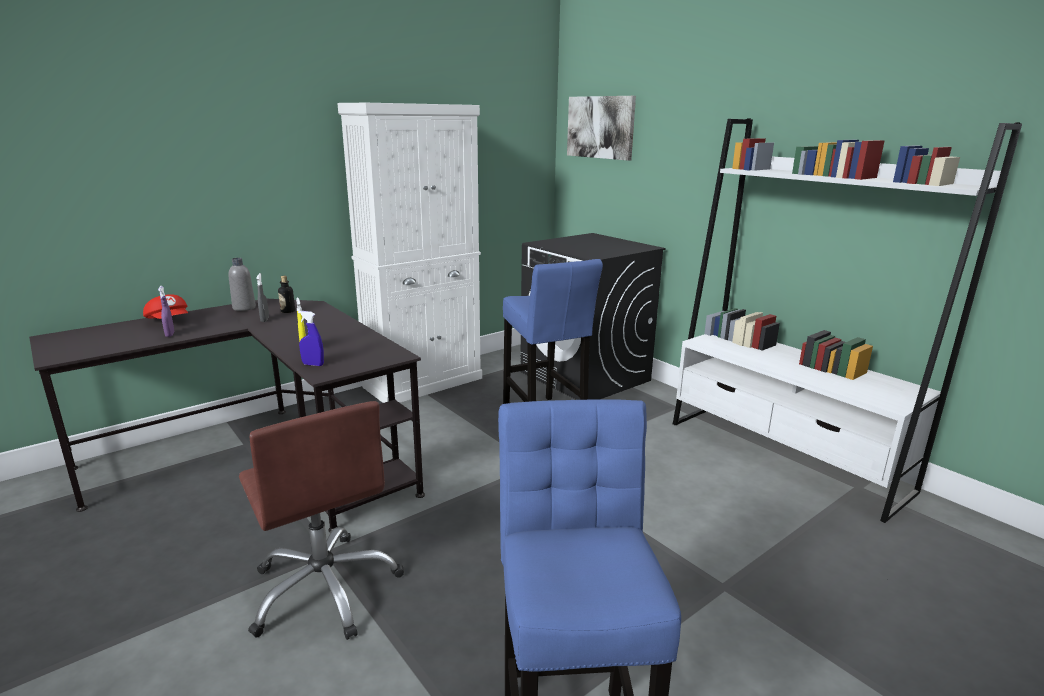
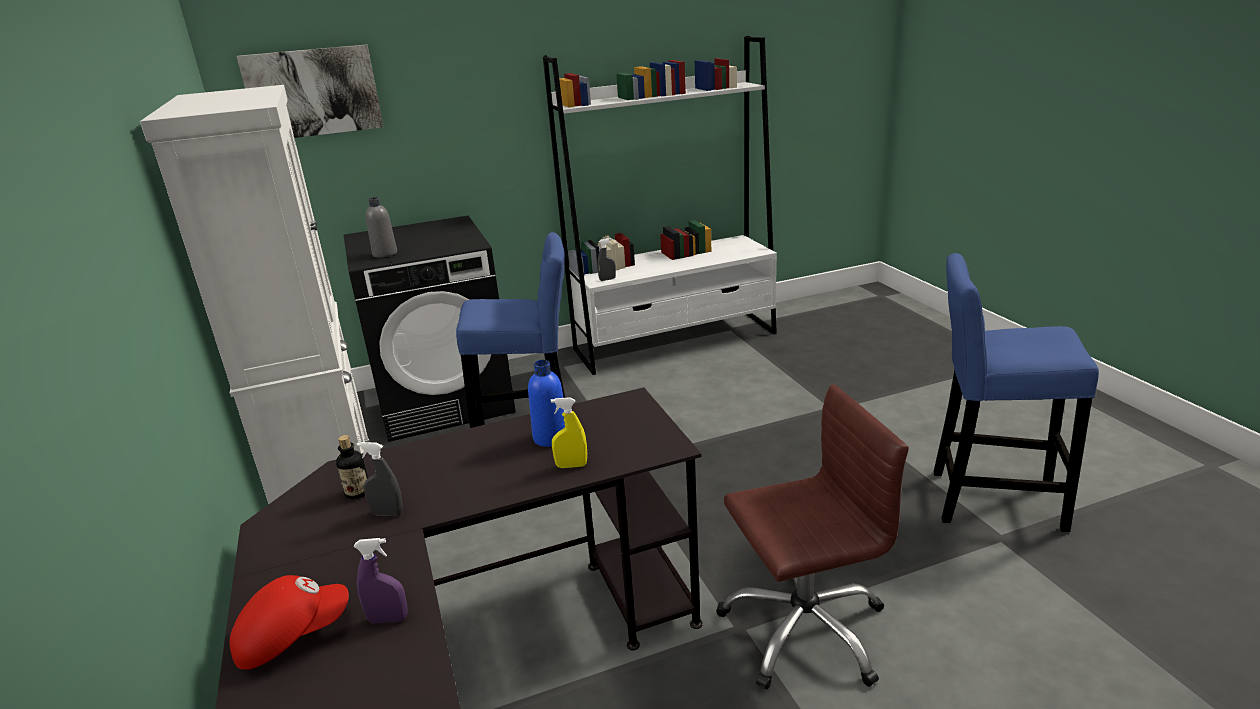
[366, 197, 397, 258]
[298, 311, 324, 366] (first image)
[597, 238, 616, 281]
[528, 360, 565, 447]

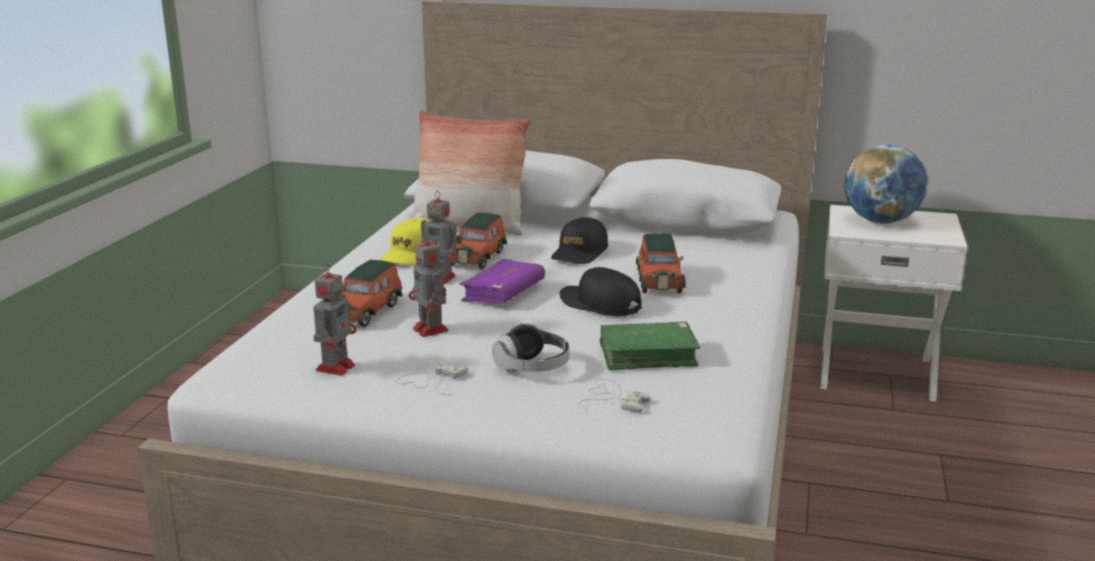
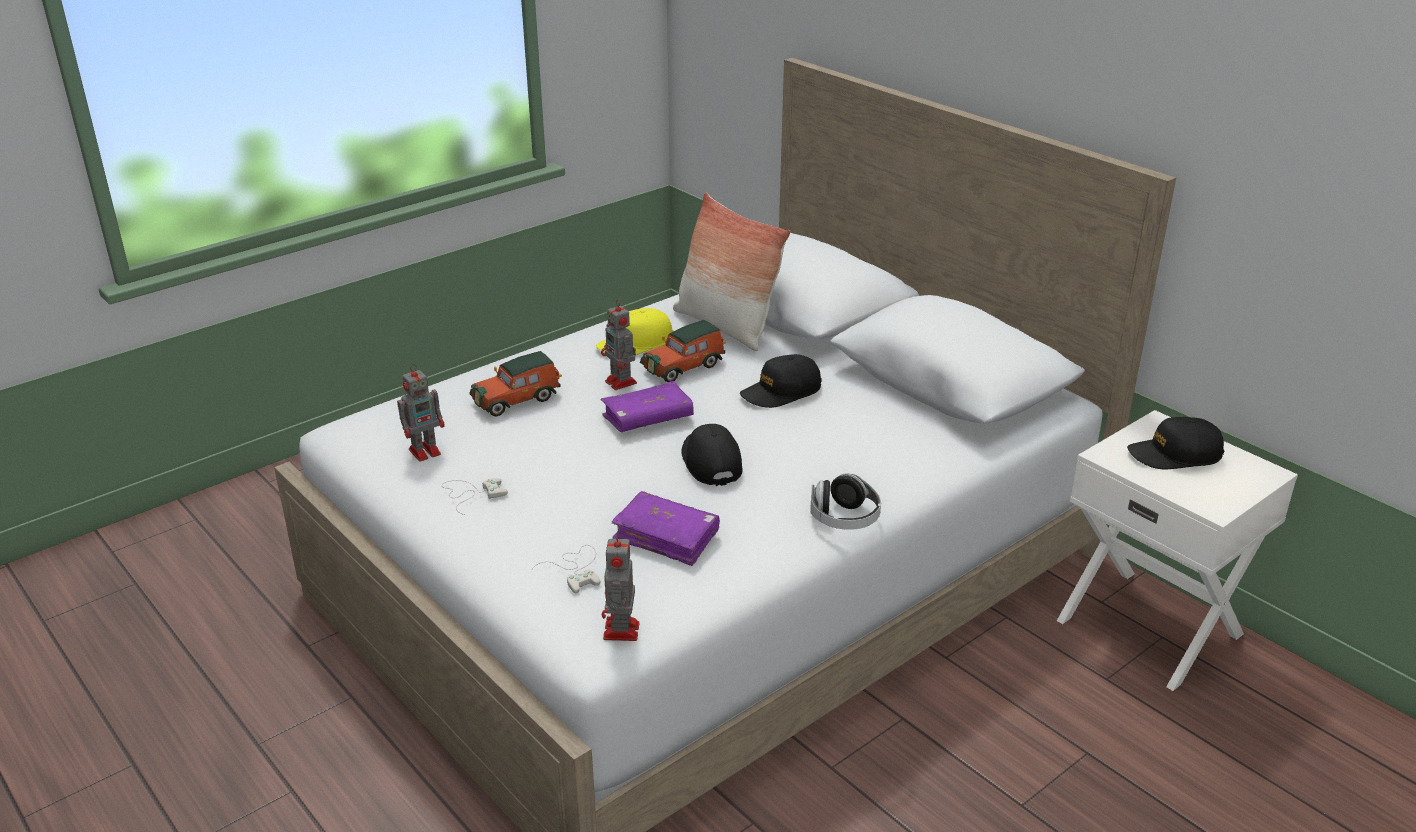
[1127, 417, 1225, 469]
[602, 532, 640, 641]
[636, 233, 686, 293] (first image)
[612, 491, 720, 566]
[810, 473, 881, 530]

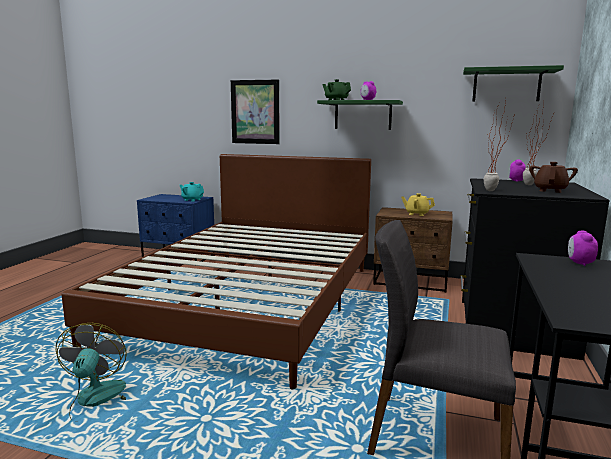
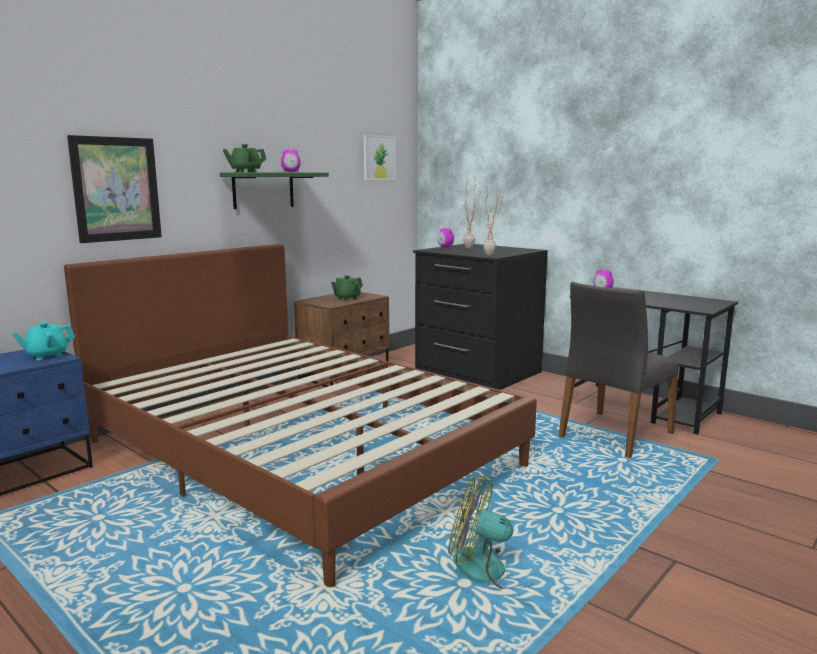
[364, 135, 396, 180]
[529, 162, 578, 193] (first image)
[331, 275, 363, 301]

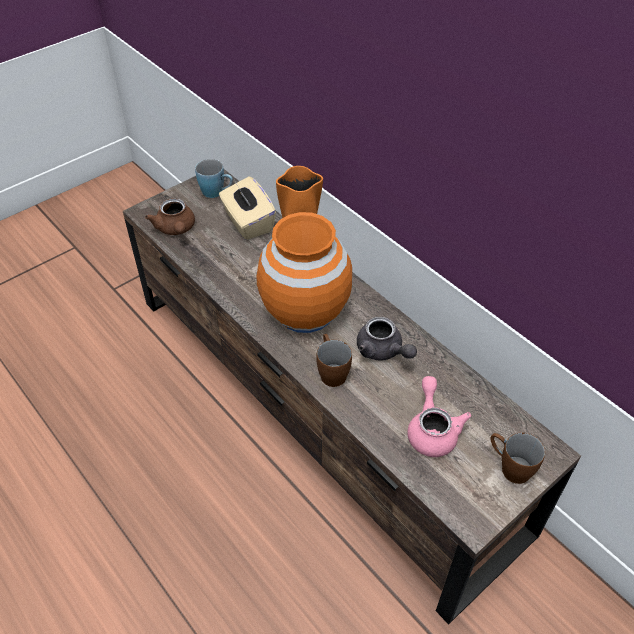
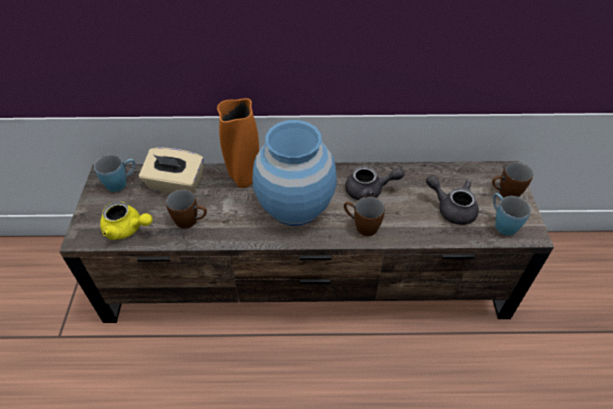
[100, 201, 153, 240]
[253, 120, 337, 226]
[426, 175, 479, 225]
[166, 189, 207, 229]
[493, 193, 531, 236]

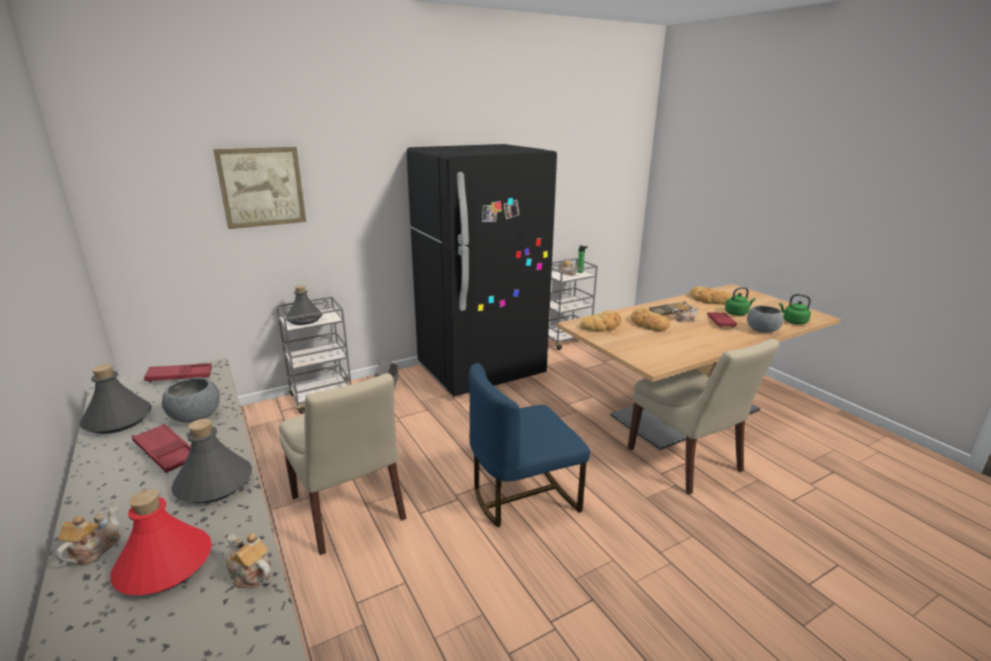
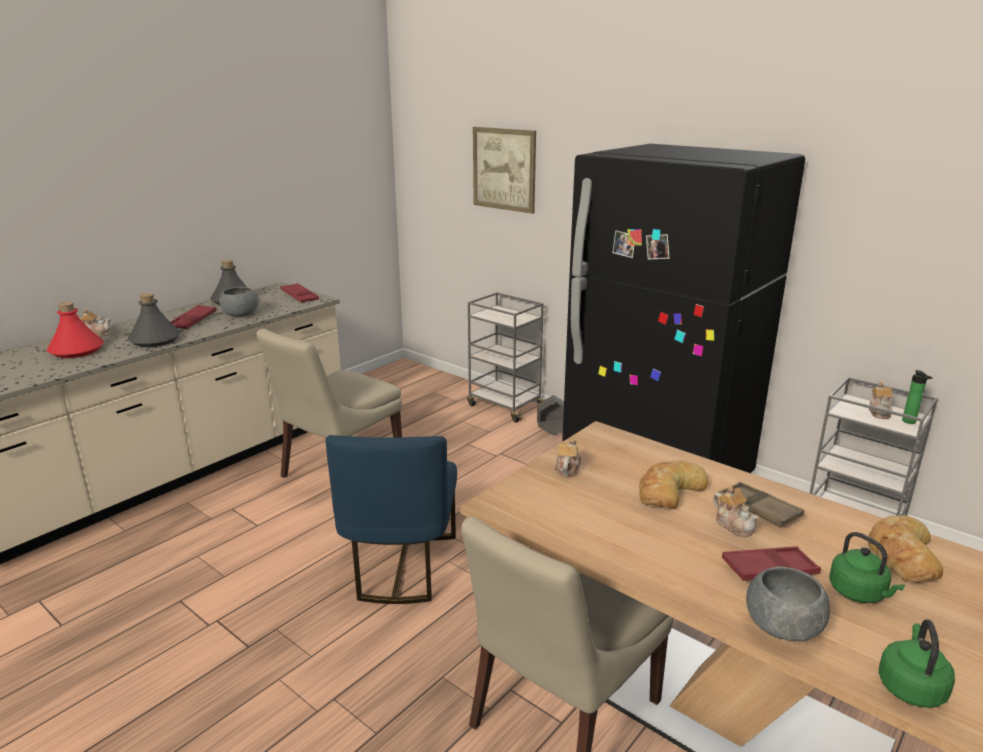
[286, 285, 323, 325] (first image)
[580, 310, 621, 332] (first image)
[325, 435, 457, 604]
[555, 438, 581, 477]

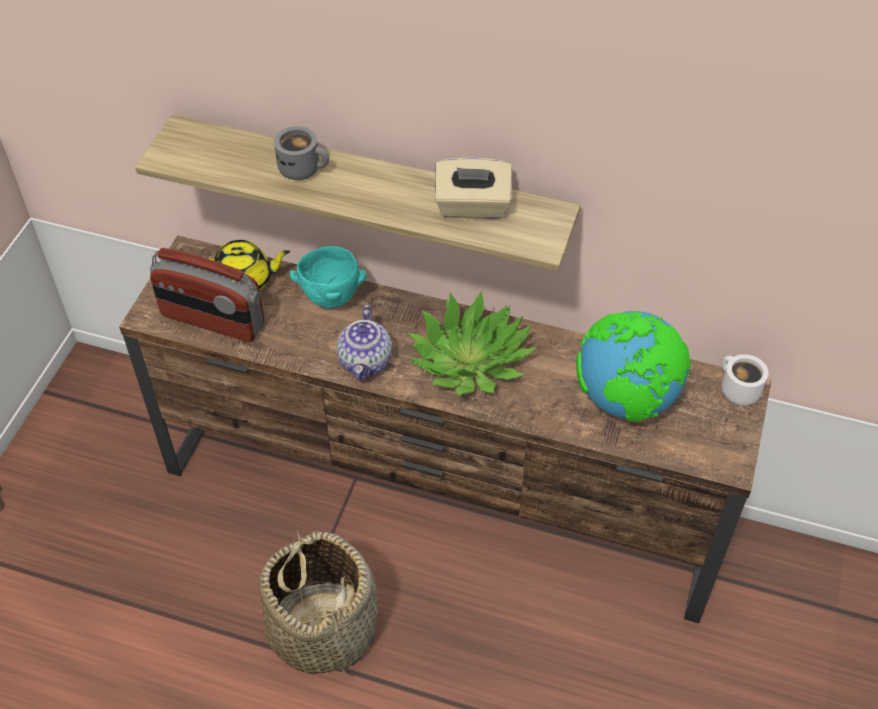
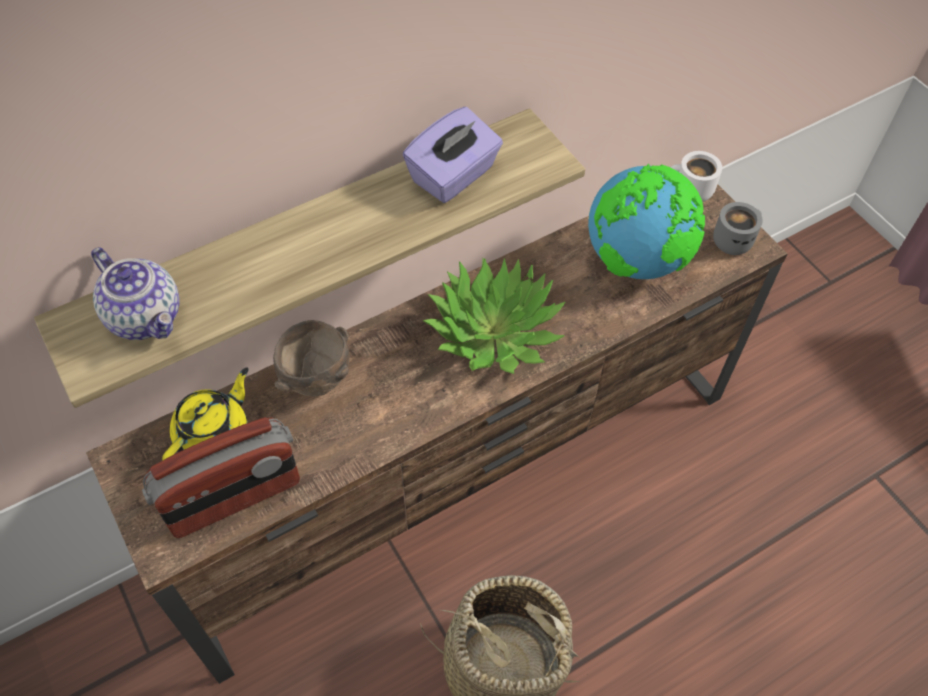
[713, 202, 763, 255]
[403, 107, 503, 203]
[273, 320, 349, 396]
[91, 247, 179, 340]

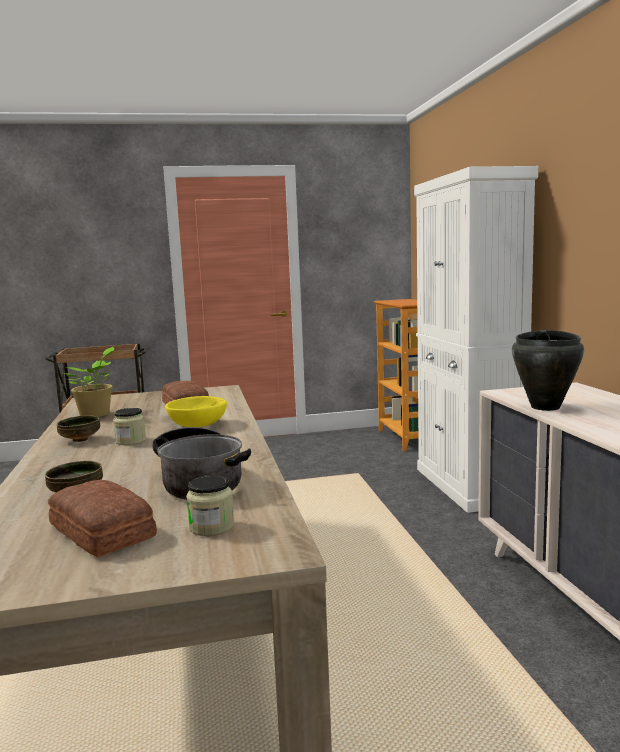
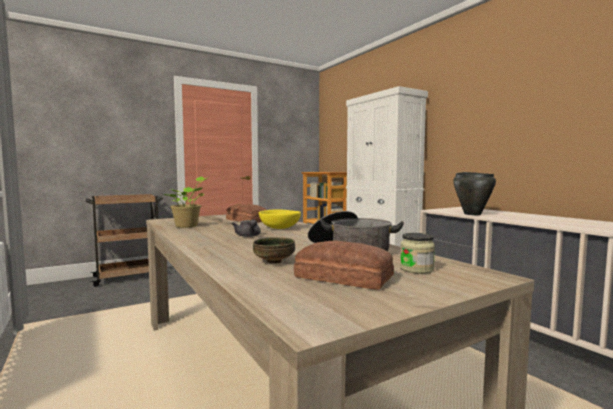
[232, 219, 261, 237]
[57, 415, 100, 442] (first image)

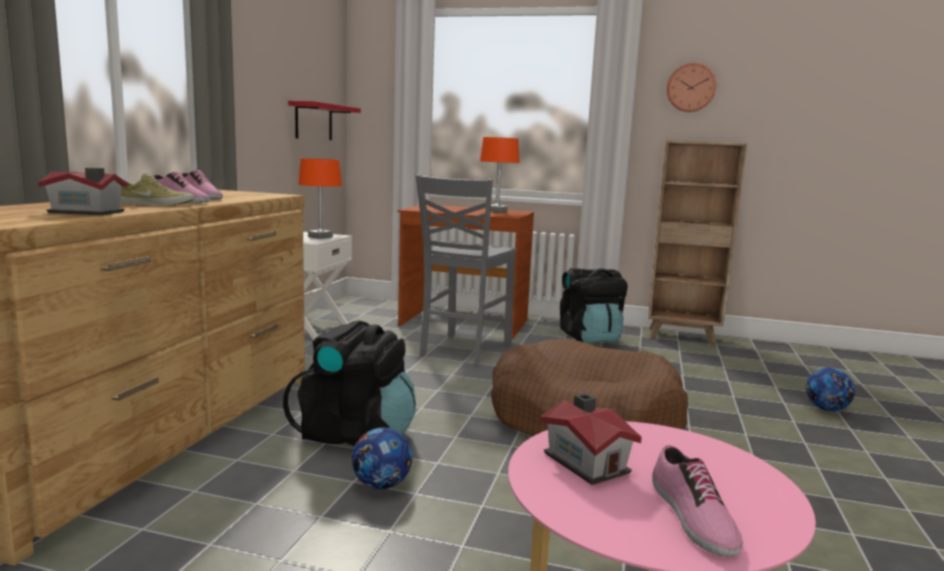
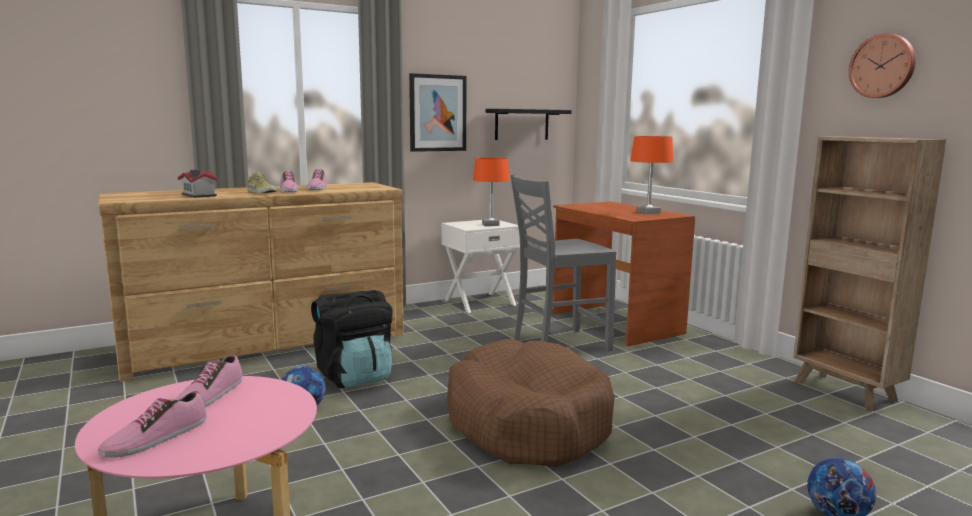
[486, 109, 572, 140]
[560, 268, 628, 343] (first image)
[174, 355, 243, 407]
[409, 73, 467, 152]

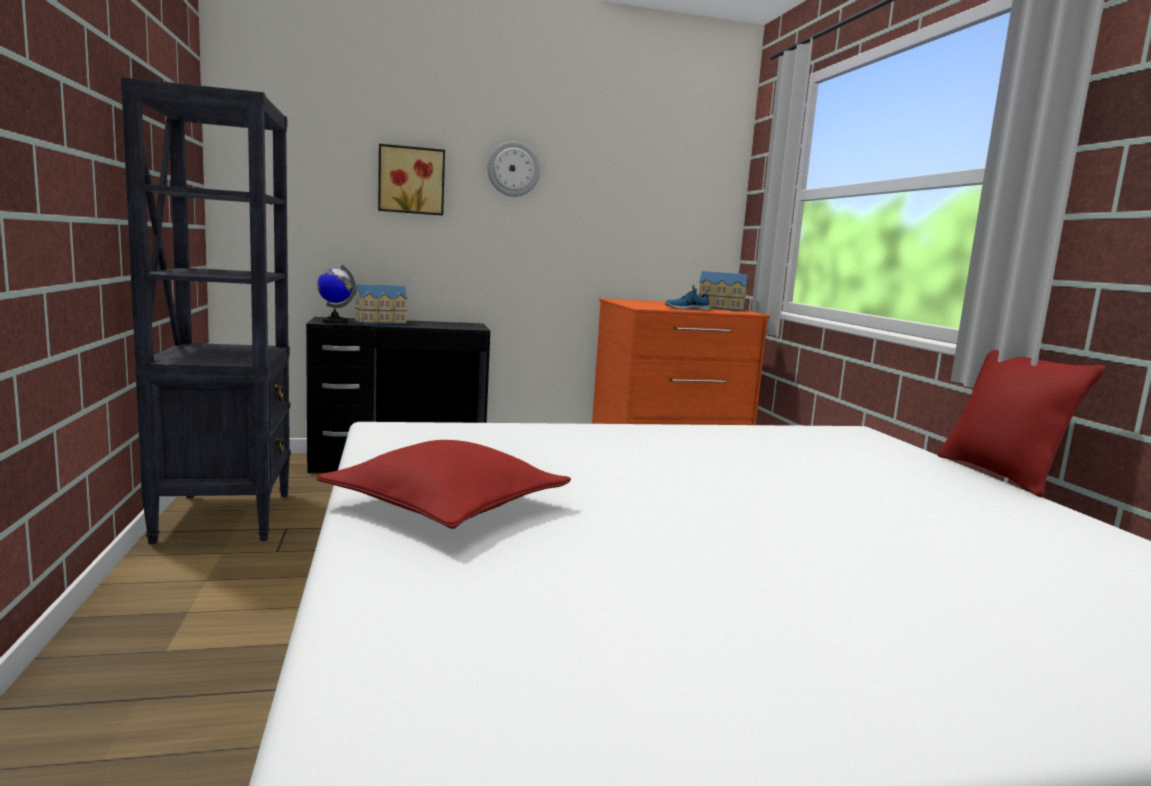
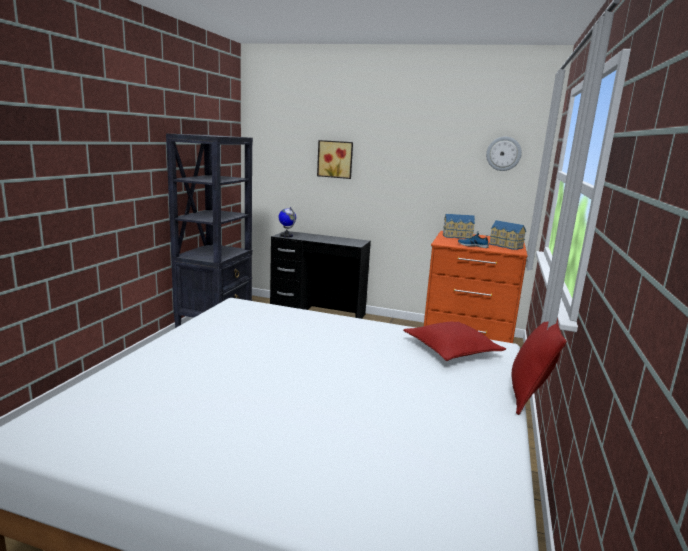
[486, 137, 522, 171]
[442, 214, 475, 239]
[403, 322, 506, 361]

